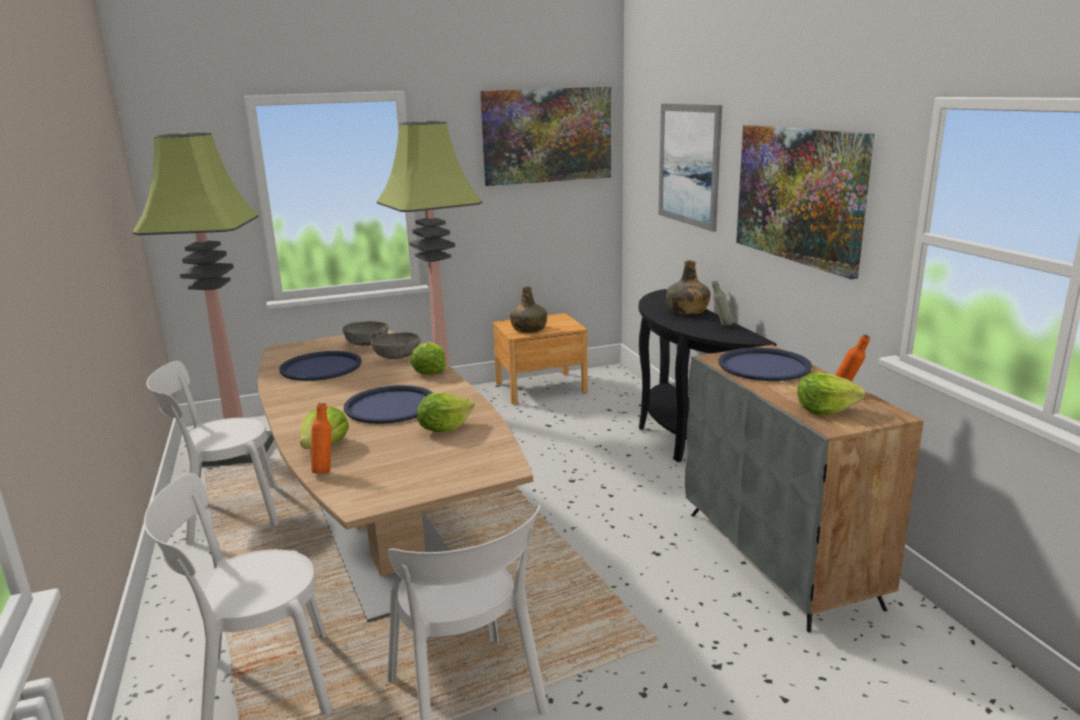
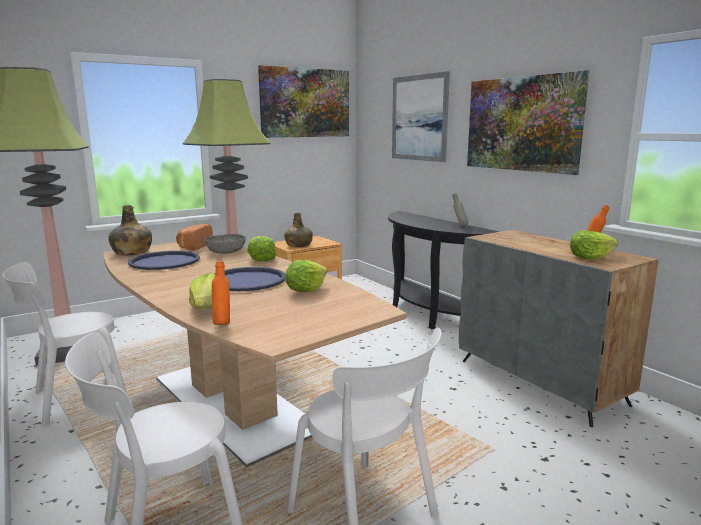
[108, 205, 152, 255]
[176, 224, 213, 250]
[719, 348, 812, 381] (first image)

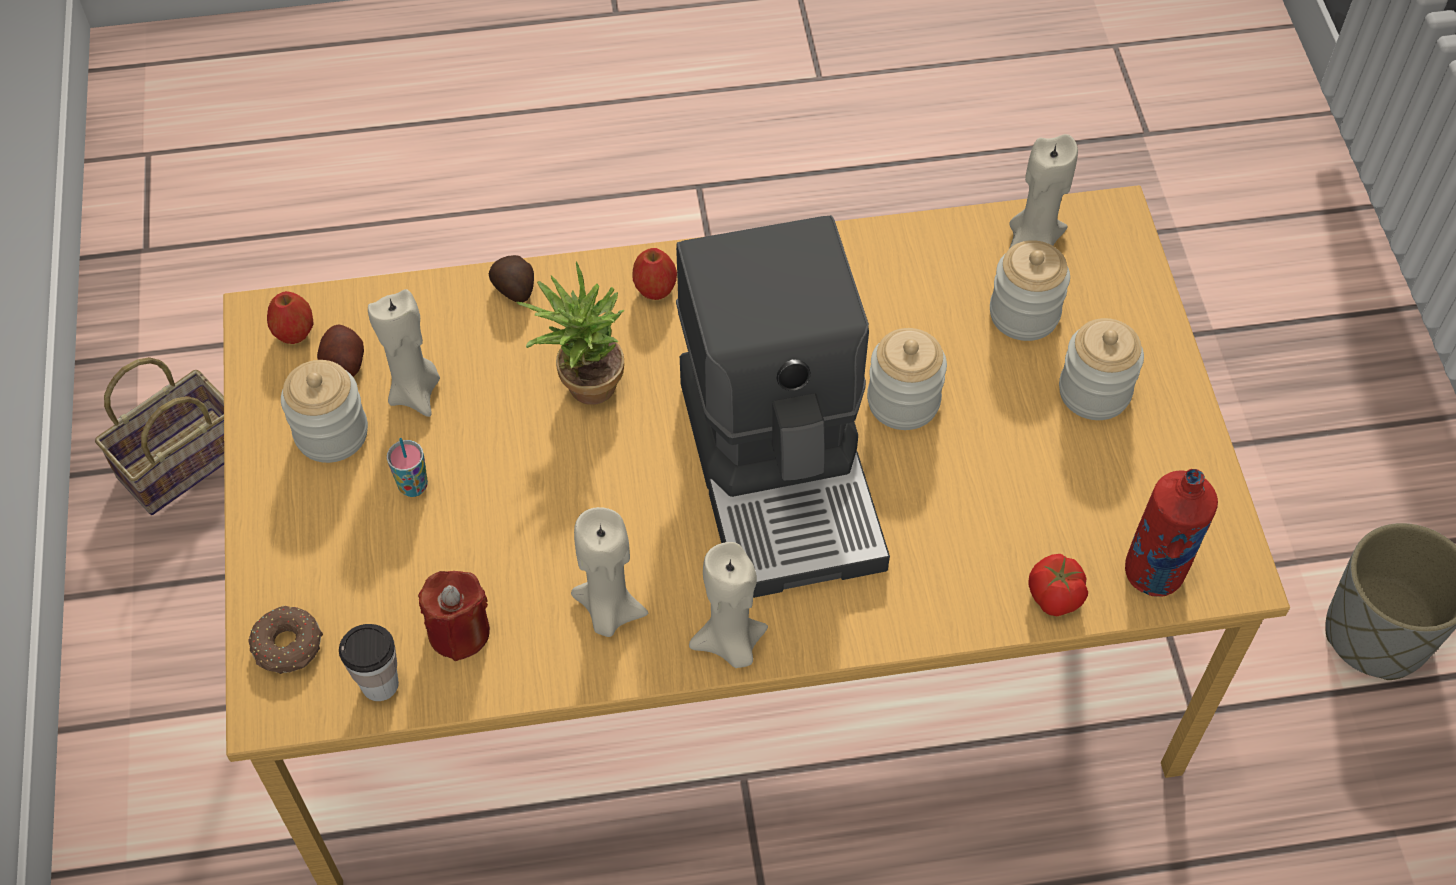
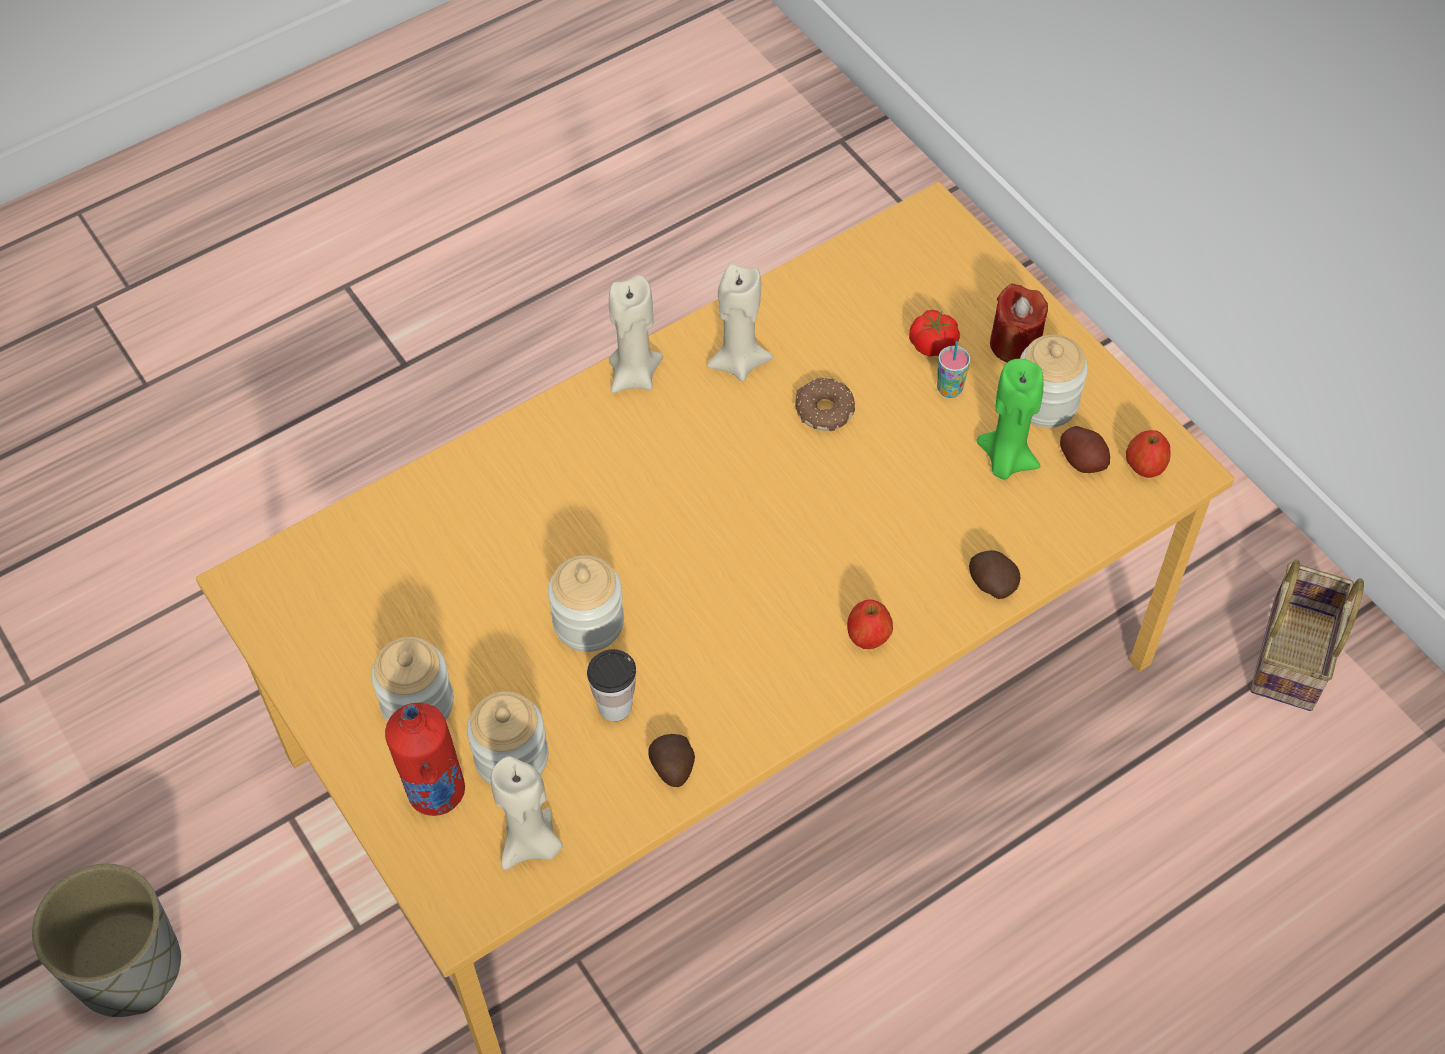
[676, 215, 890, 598] (first image)
[516, 261, 625, 405] (first image)
[976, 359, 1043, 480]
[385, 703, 465, 816]
[909, 310, 960, 357]
[990, 283, 1048, 362]
[795, 378, 855, 431]
[587, 649, 636, 721]
[648, 734, 695, 787]

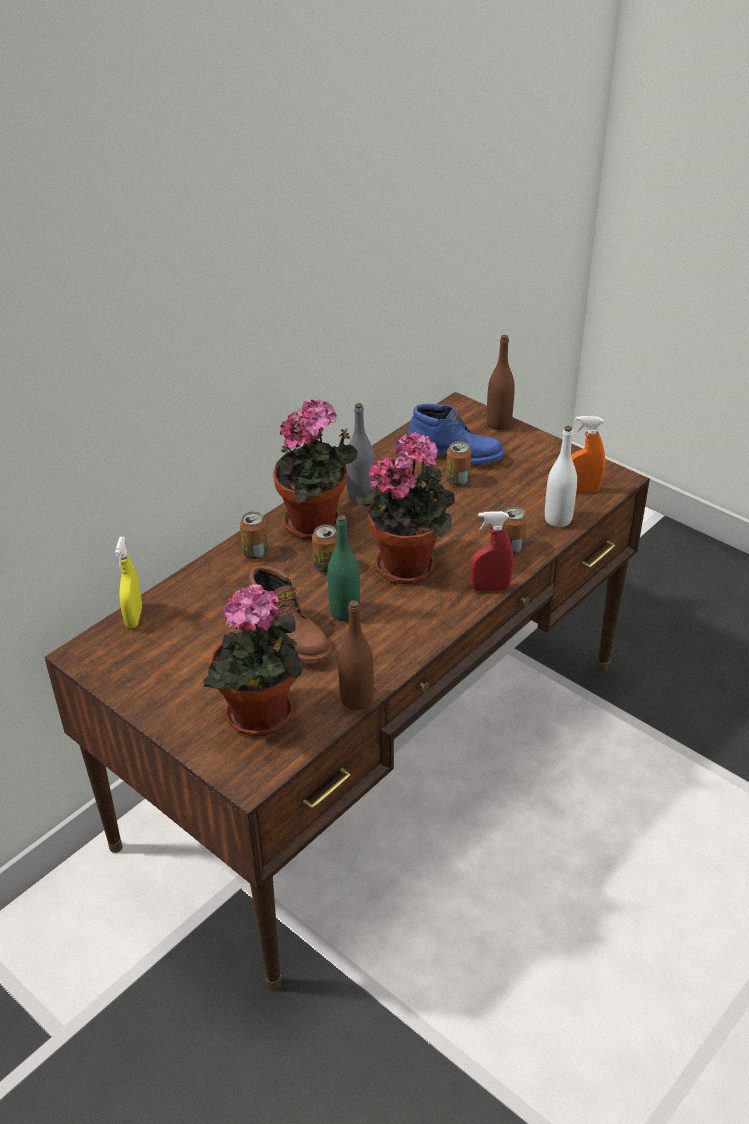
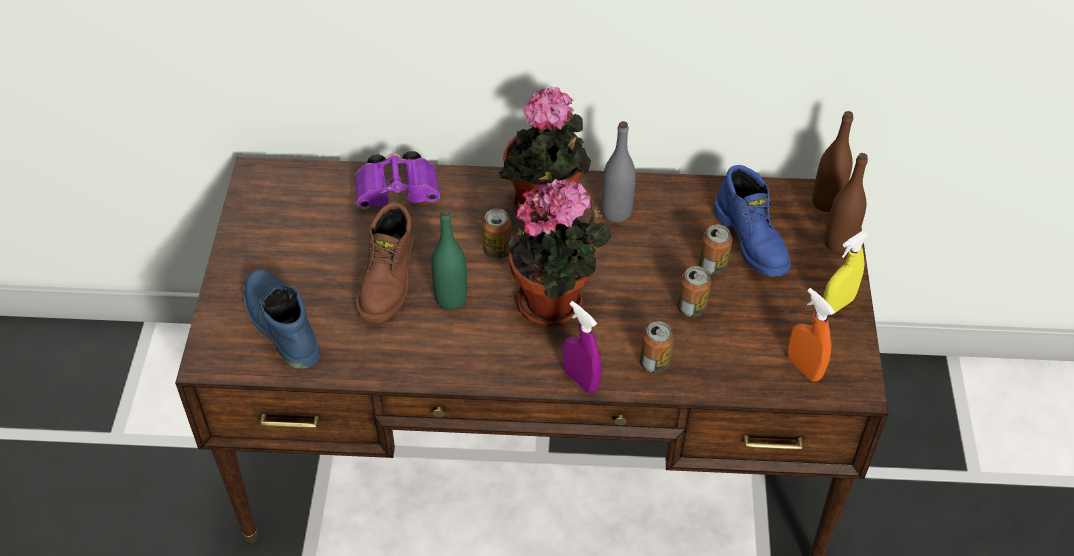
[545, 426, 577, 527] (first image)
[677, 266, 711, 317]
[563, 301, 601, 393]
[823, 230, 869, 314]
[243, 269, 321, 369]
[812, 111, 853, 212]
[355, 151, 440, 209]

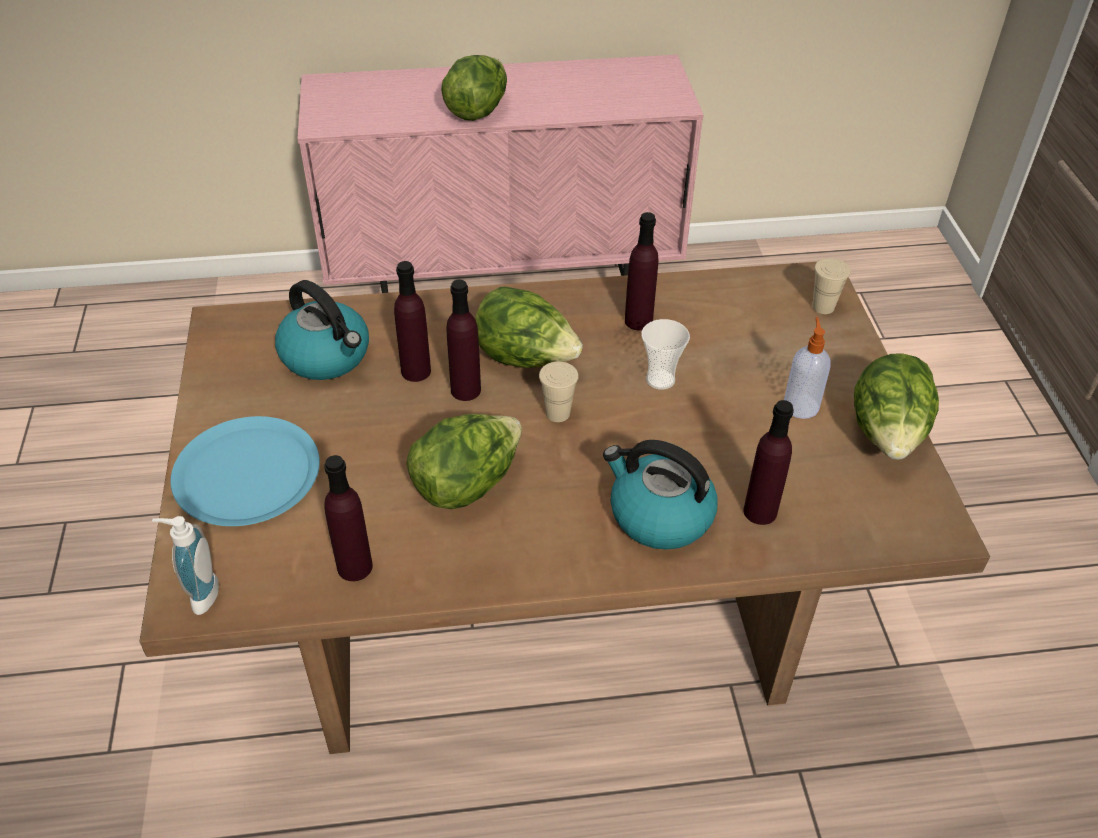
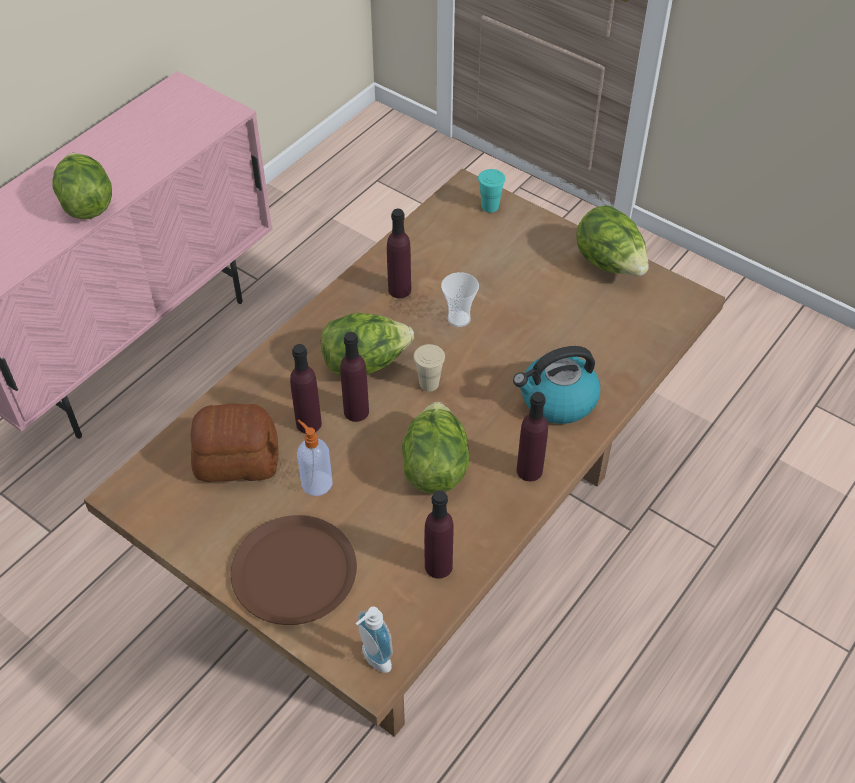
[478, 169, 505, 213]
[191, 403, 279, 482]
[297, 420, 333, 496]
[516, 392, 548, 481]
[231, 515, 357, 625]

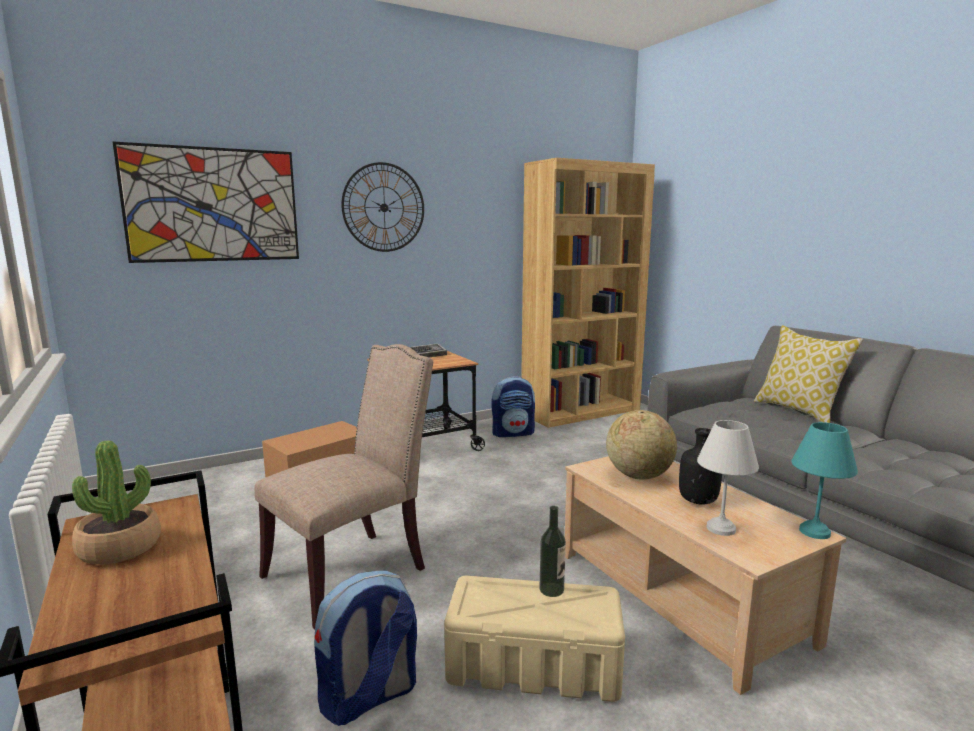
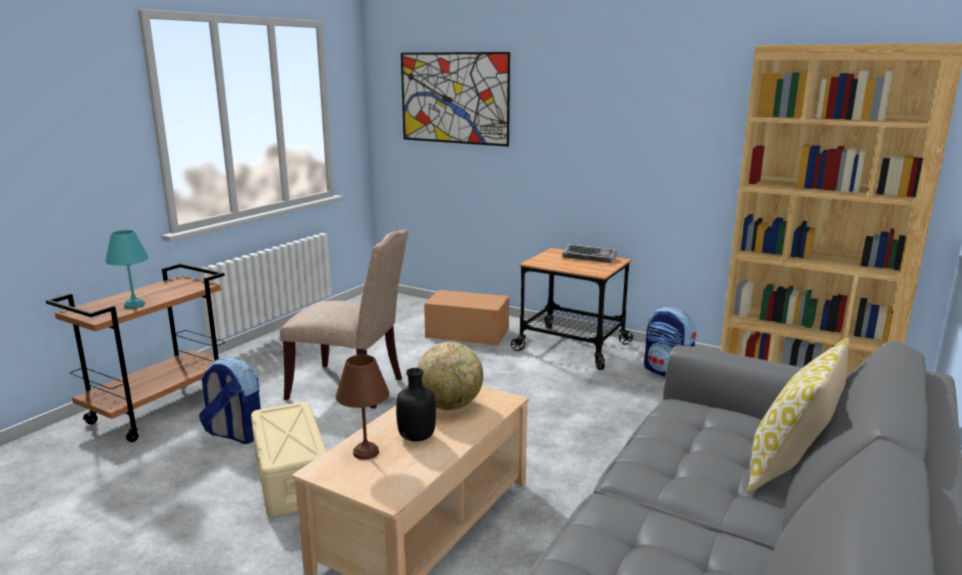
[341, 162, 424, 252] (first image)
[336, 355, 389, 460]
[105, 230, 149, 308]
[72, 440, 161, 564] (first image)
[539, 506, 566, 597] (first image)

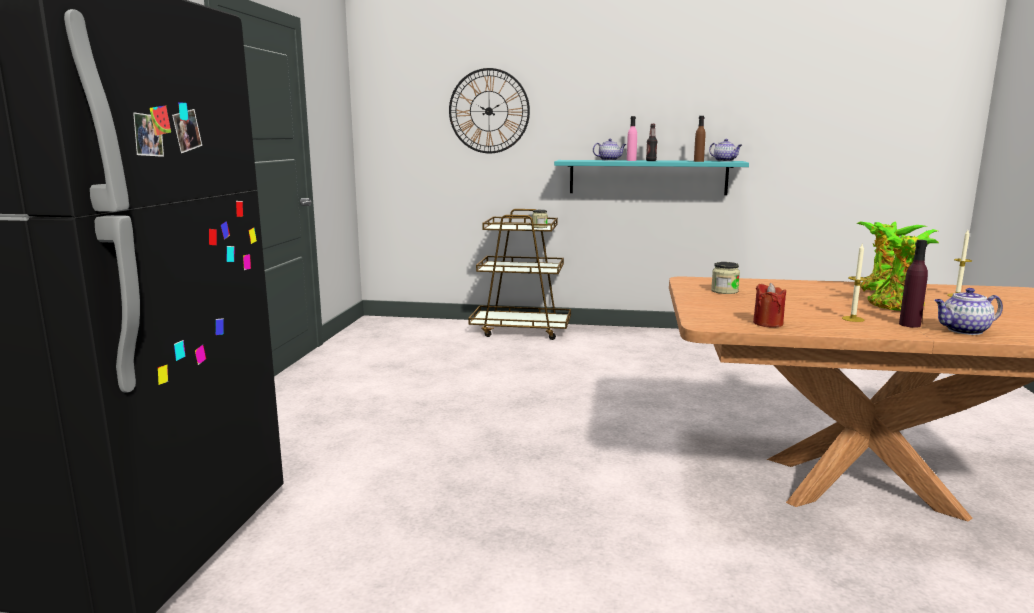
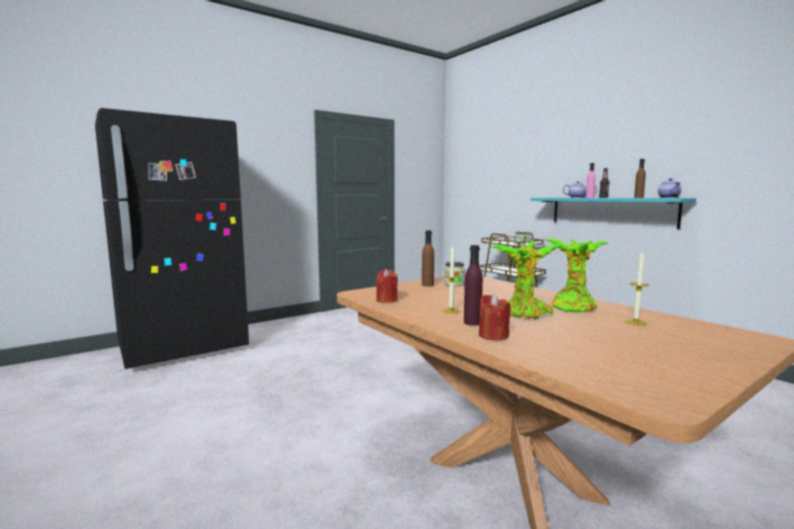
[449, 68, 530, 154] (first image)
[479, 294, 510, 341]
[422, 230, 434, 287]

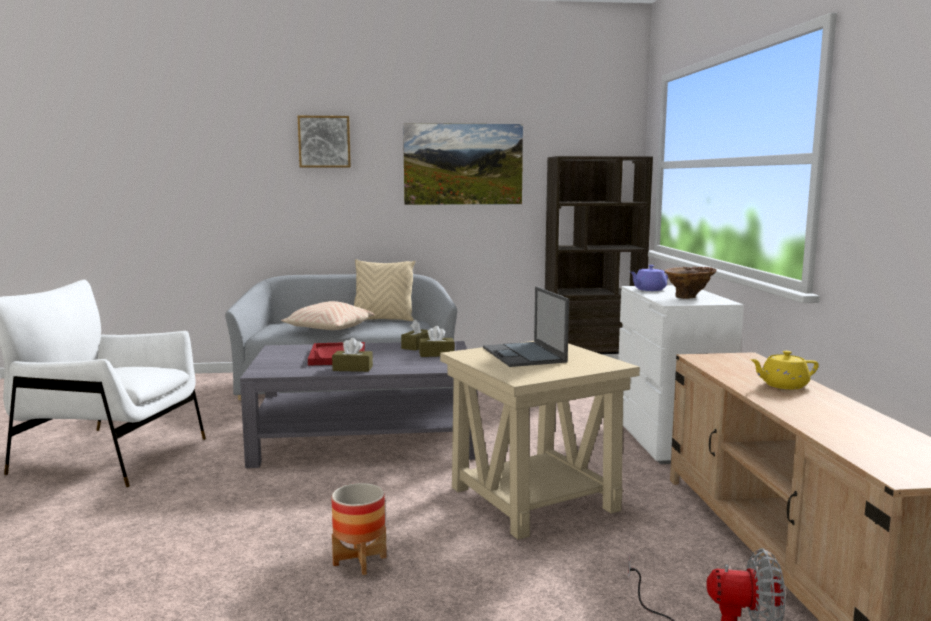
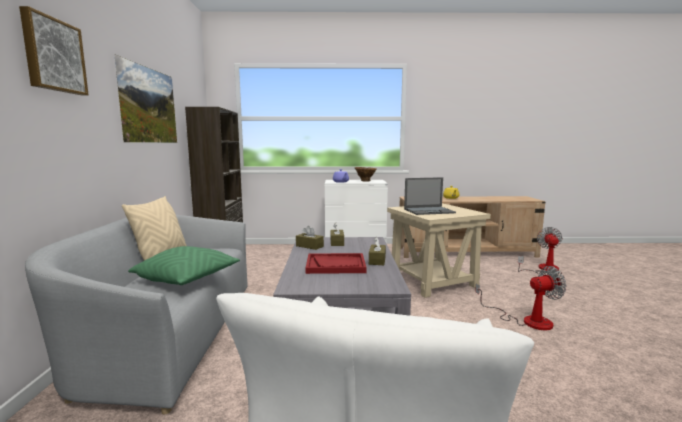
[128, 246, 240, 285]
[475, 266, 567, 330]

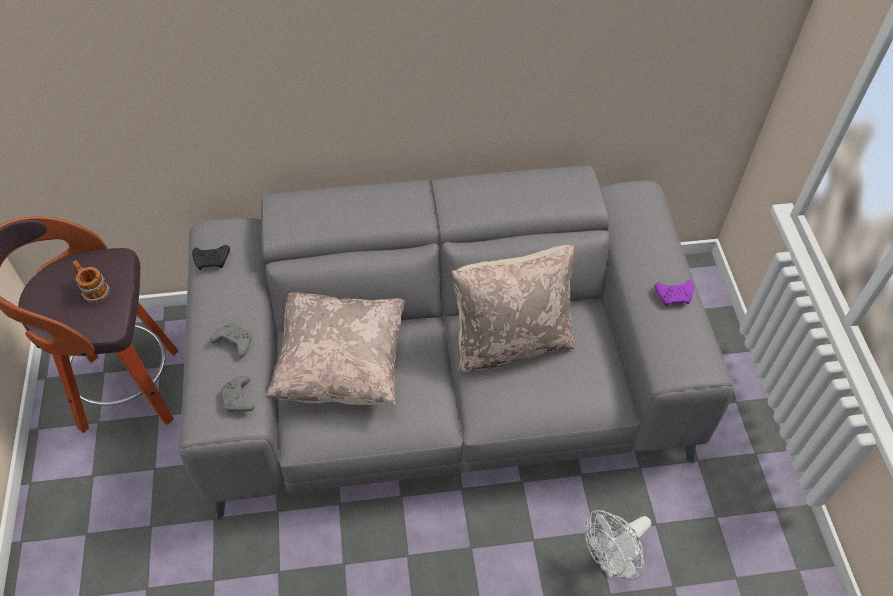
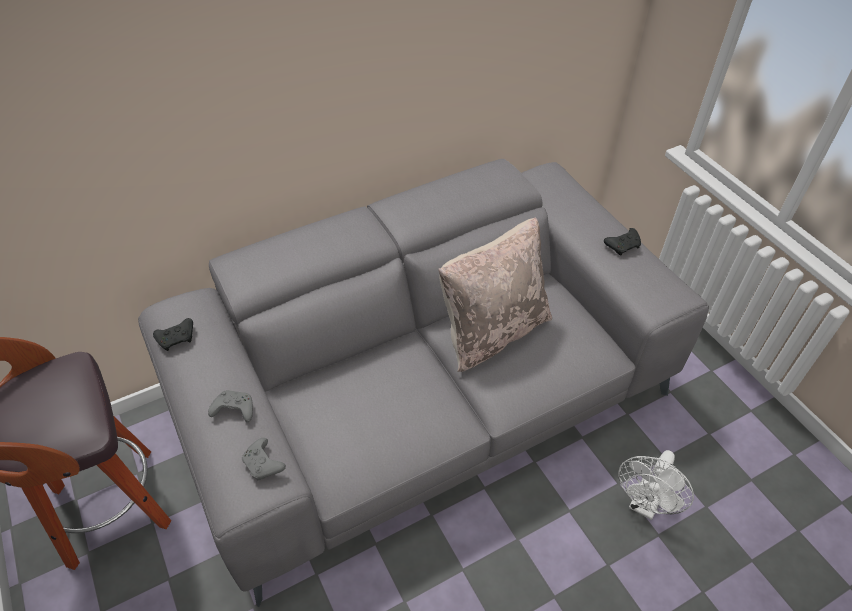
[73, 260, 110, 304] (first image)
[604, 228, 641, 255]
[266, 292, 405, 405] (first image)

